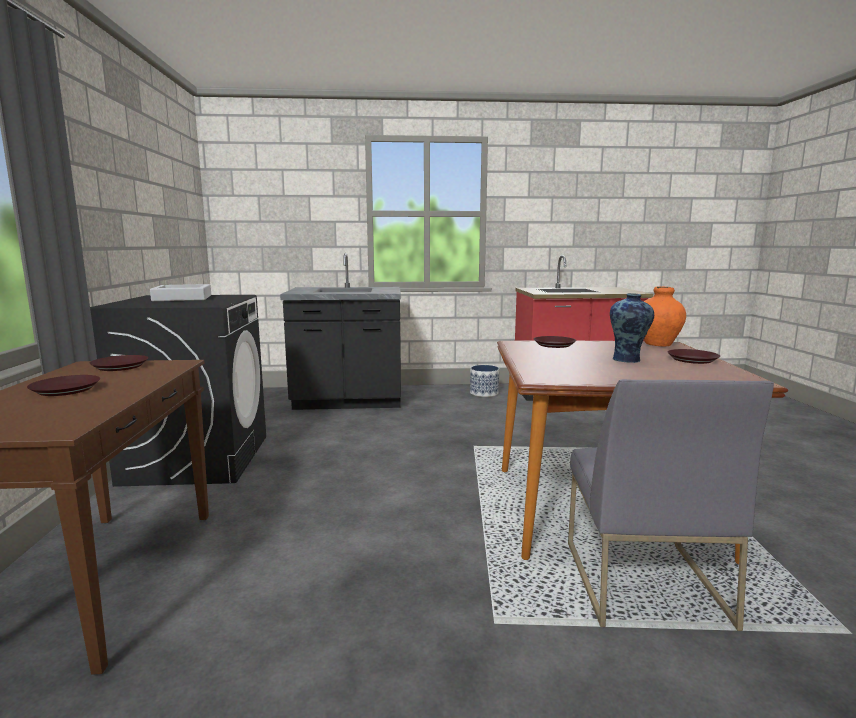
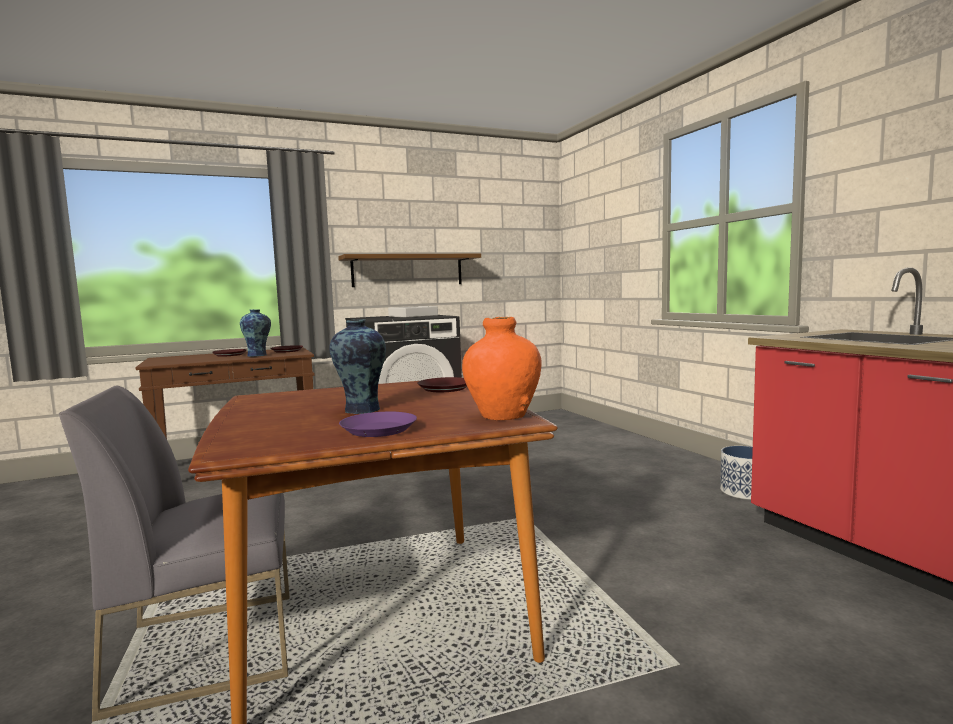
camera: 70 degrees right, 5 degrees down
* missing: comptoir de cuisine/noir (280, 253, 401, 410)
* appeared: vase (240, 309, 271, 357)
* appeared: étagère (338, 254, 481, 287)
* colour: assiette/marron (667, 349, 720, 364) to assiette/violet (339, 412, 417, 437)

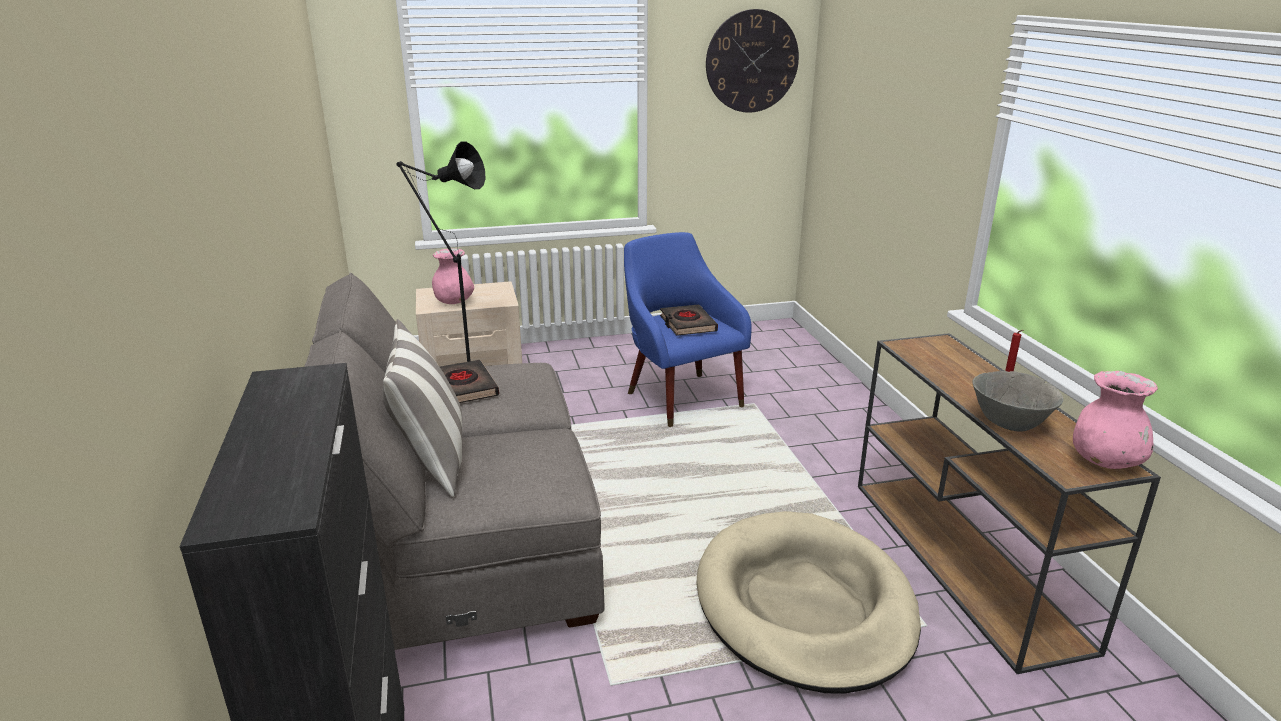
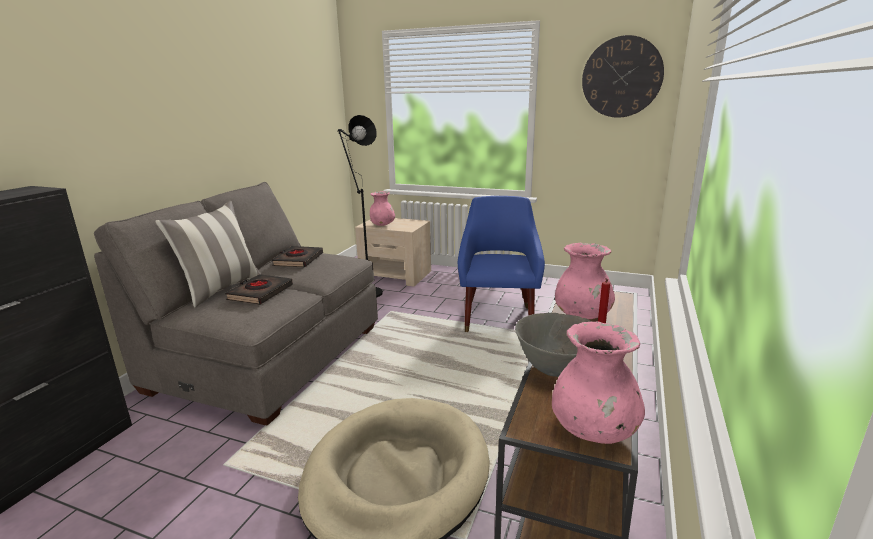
camera: 35 degrees right, 5 degrees down
* appeared: vase/rose (555, 243, 615, 319)
* relocated: livre/noir (660, 305, 718, 336) to (225, 274, 293, 305)

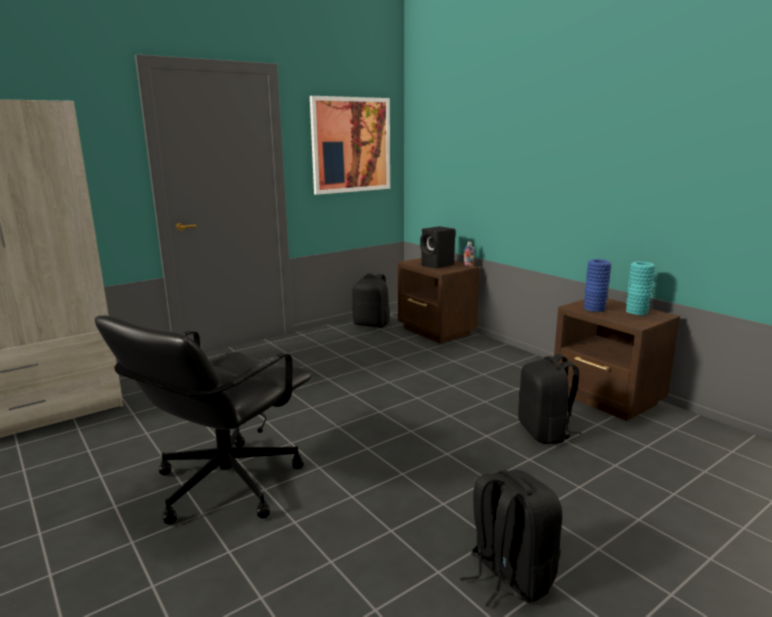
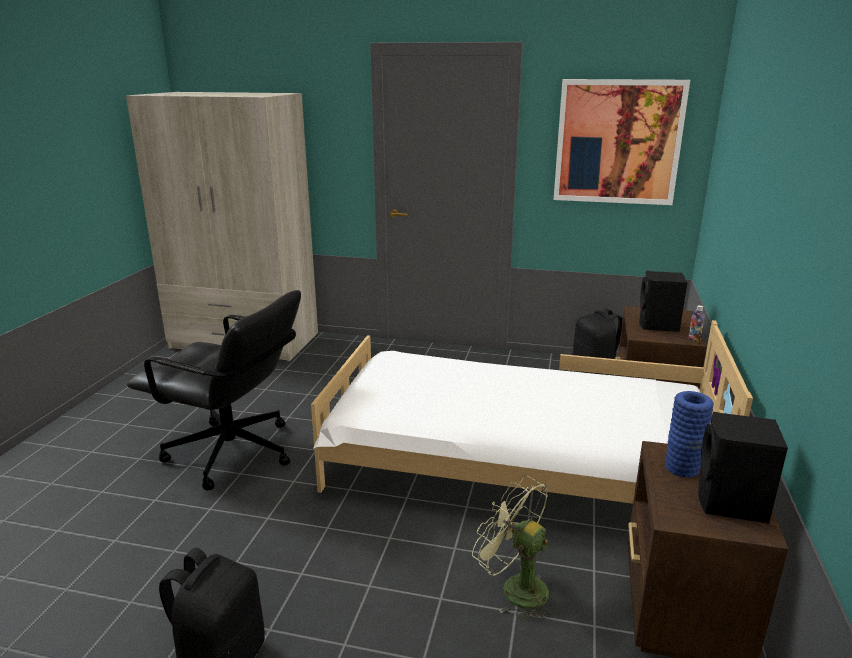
camera: 50 degrees right, 5 degrees up
* appeared: lit/blanc (311, 320, 753, 504)
* exchanged: sac à dos/noir (518, 354, 582, 444) to ventilateur/vert (472, 476, 553, 621)
* exchanged: vase/turquoise (626, 262, 655, 315) to enceinte/noir (698, 412, 788, 524)
* spun: chaise de bureau/noir (95, 315, 312, 525) = (127, 290, 301, 491) 150 degrees counterclockwise

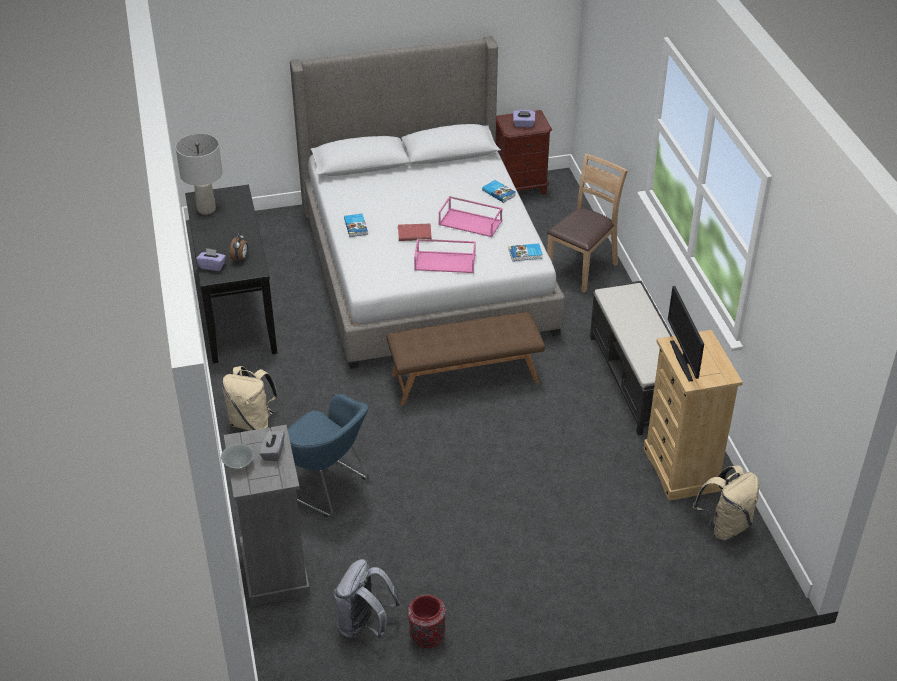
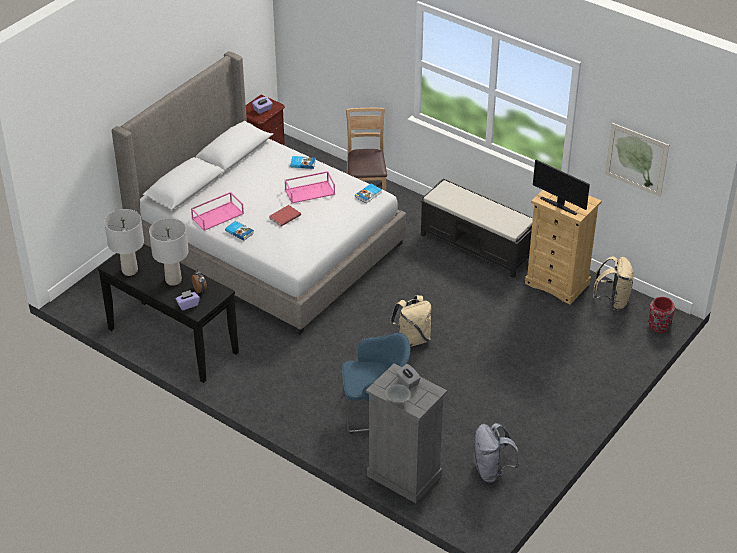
camera: 40 degrees left, 0 degrees up
* missing: banc/marron (386, 312, 545, 406)
* appeared: lampe de table/gris (149, 218, 189, 286)
* appeared: tableau (605, 123, 669, 197)
* relocated: sac à dos/beige (222, 366, 279, 431) to (390, 295, 431, 347)
* relocated: vase/rouge (407, 595, 446, 648) to (648, 297, 675, 333)
* relocated: plateau/rose (414, 239, 476, 273) to (191, 192, 244, 231)

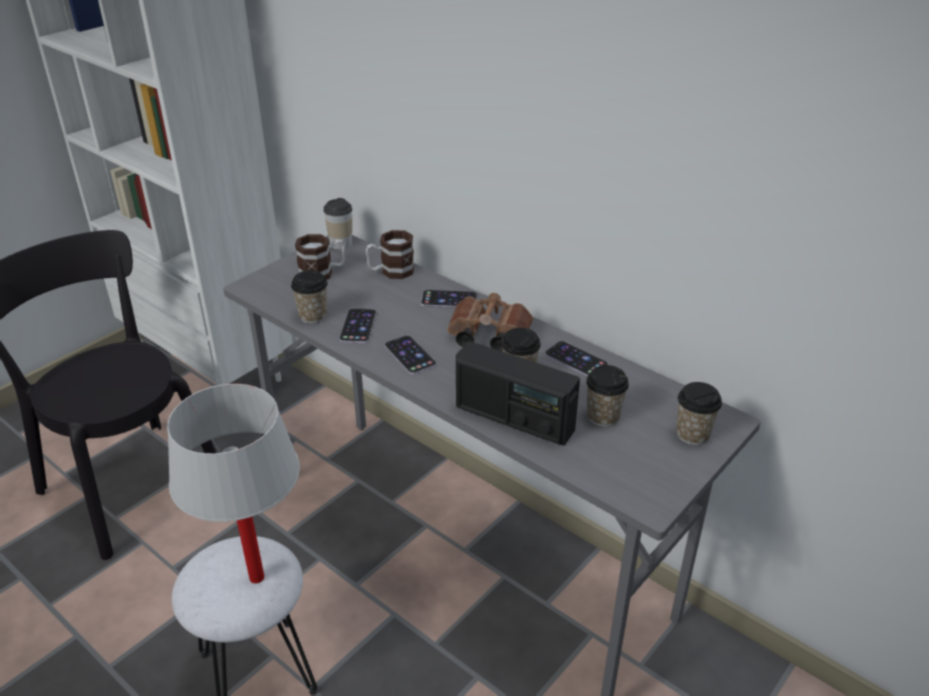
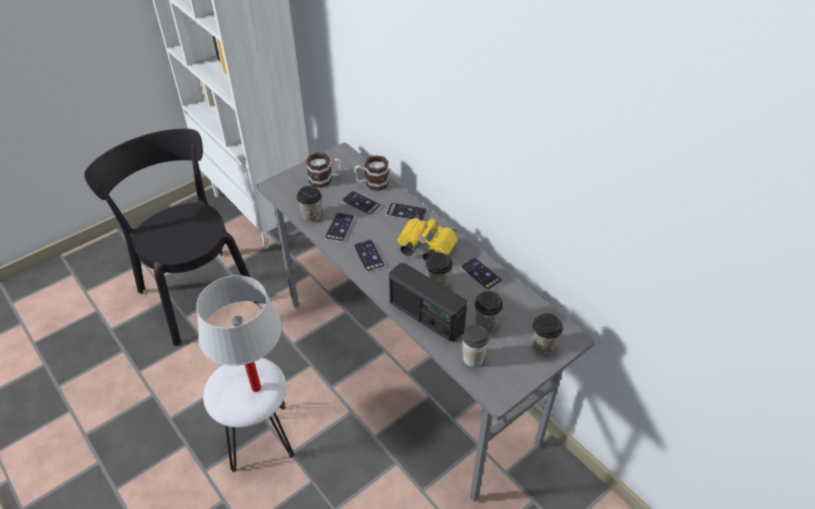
camera: 10 degrees right, 10 degrees up
* appeared: téléphone (342, 191, 381, 215)
* relocated: tasse (323, 198, 352, 250) to (462, 325, 489, 367)
* colour: jumelles/marron (447, 293, 533, 352) to jumelles/jaune (397, 218, 458, 261)

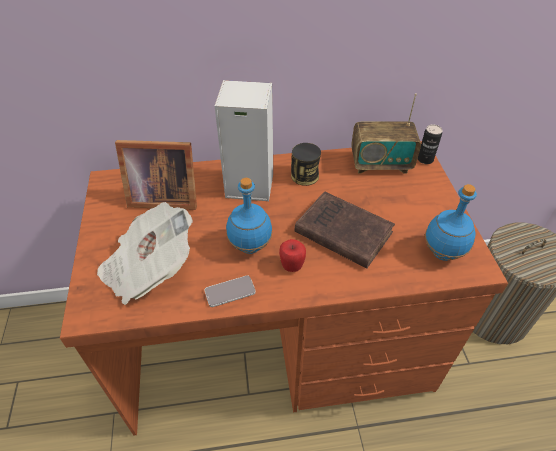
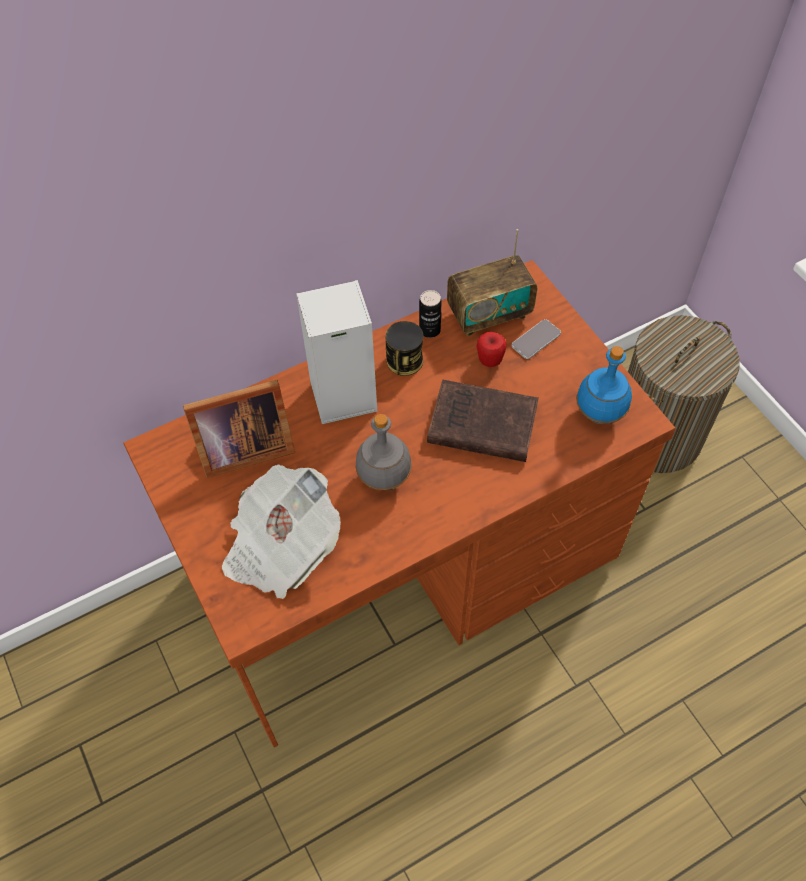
camera: 20 degrees left, 10 degrees up
* relocated: téléphone (205, 275, 256, 307) to (512, 319, 561, 359)
* relocated: pomme (279, 239, 306, 272) to (476, 332, 507, 367)
* relocated: boîte métallique (418, 125, 443, 164) to (419, 290, 442, 338)
* colour: bouteille/bleu (226, 178, 272, 254) to bouteille/gris (355, 414, 412, 490)

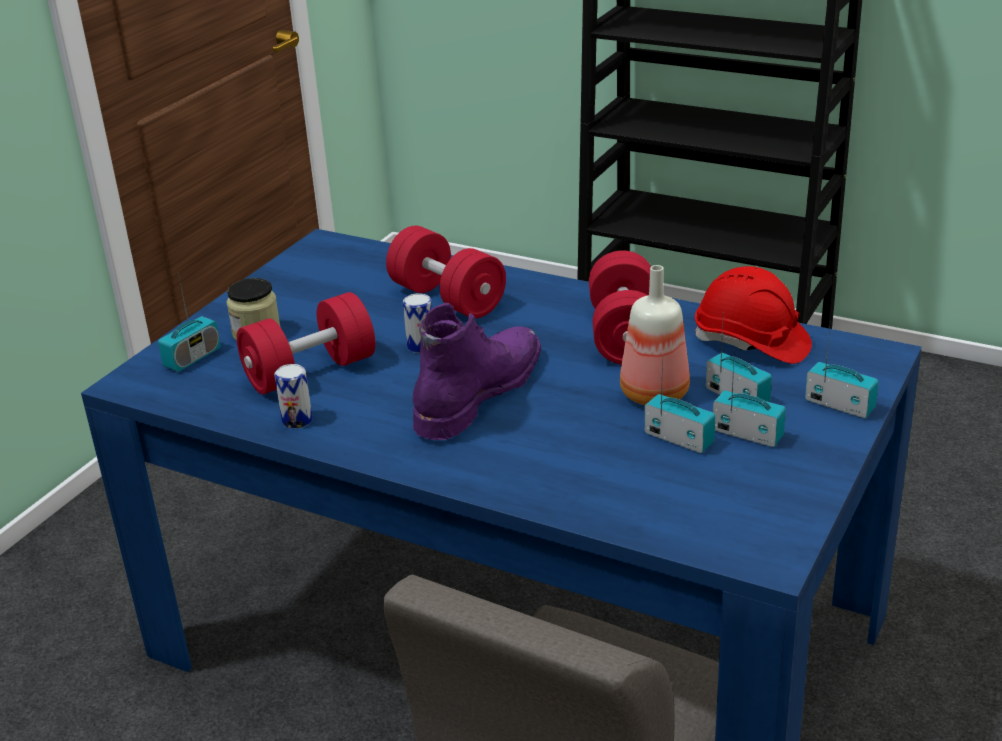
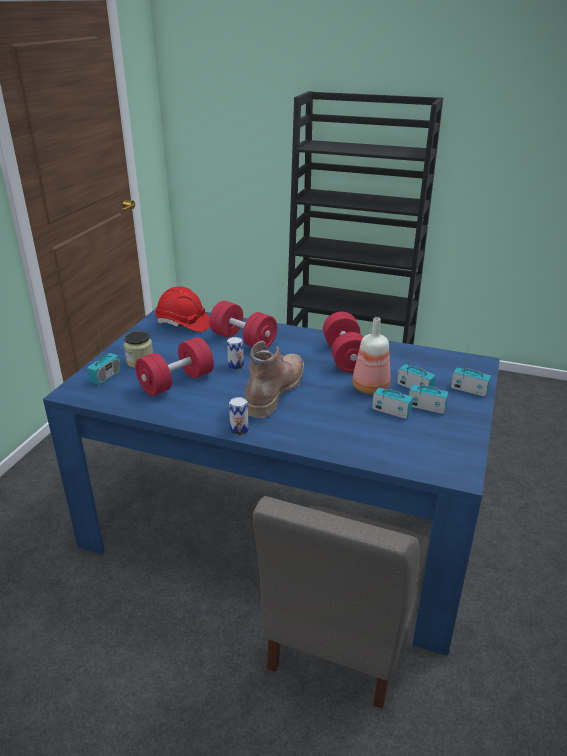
camera: 10 degrees left, 0 degrees up
* relocated: boîte métallique (274, 364, 313, 429) to (229, 397, 249, 436)
* relocated: casque de chantier/rouge (695, 266, 812, 364) to (155, 286, 210, 332)
* colour: botte/violet (413, 303, 541, 440) to botte/marron (245, 341, 305, 418)

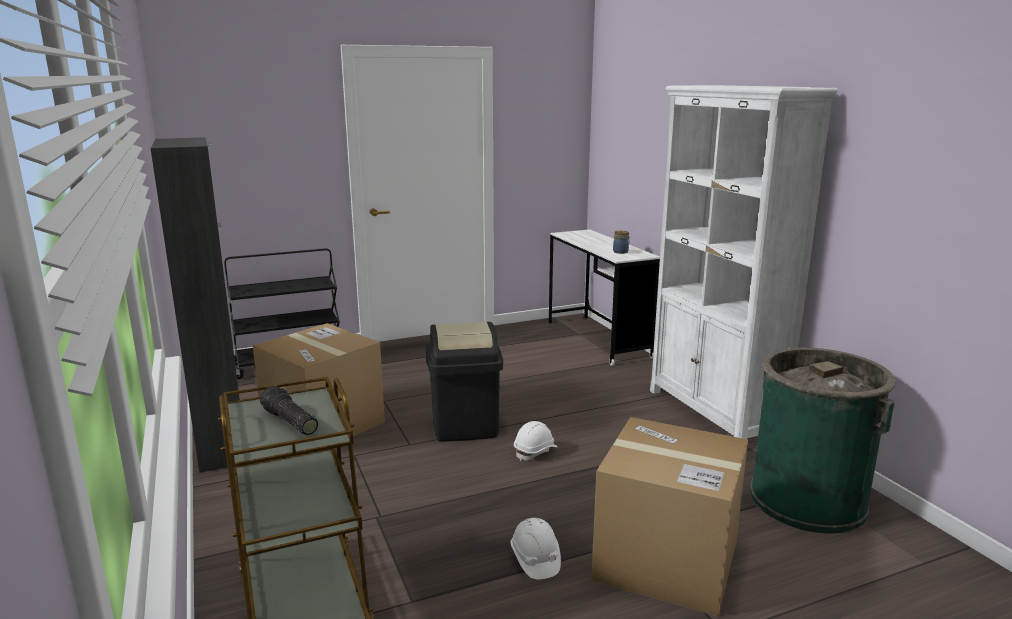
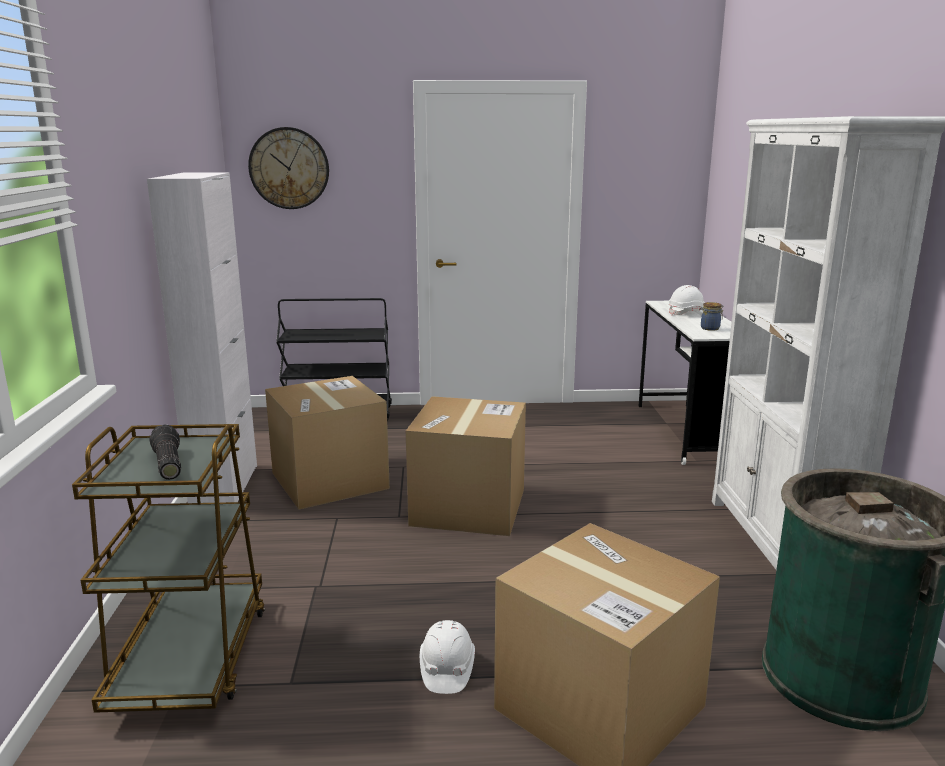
camera: 20 degrees right, 0 degrees up
* appeared: horloge murale (248, 127, 329, 209)
* relocated: casque de chantier/blanc (514, 421, 558, 461) to (668, 285, 705, 316)
* exchanged: poubelle/noir (426, 322, 503, 442) to carton (406, 396, 526, 536)
* colour: meuble de rangement/noir (151, 137, 240, 473) to meuble de rangement/blanc (147, 172, 257, 503)

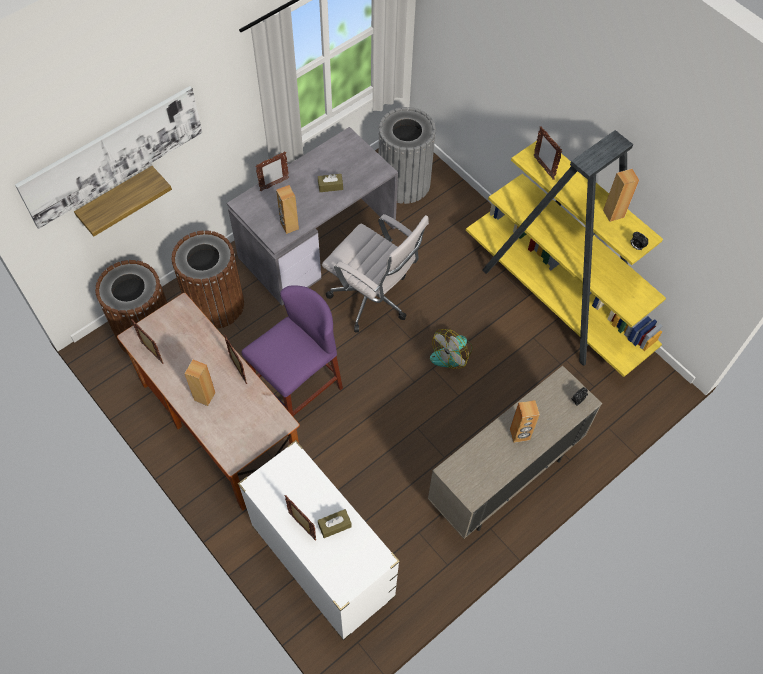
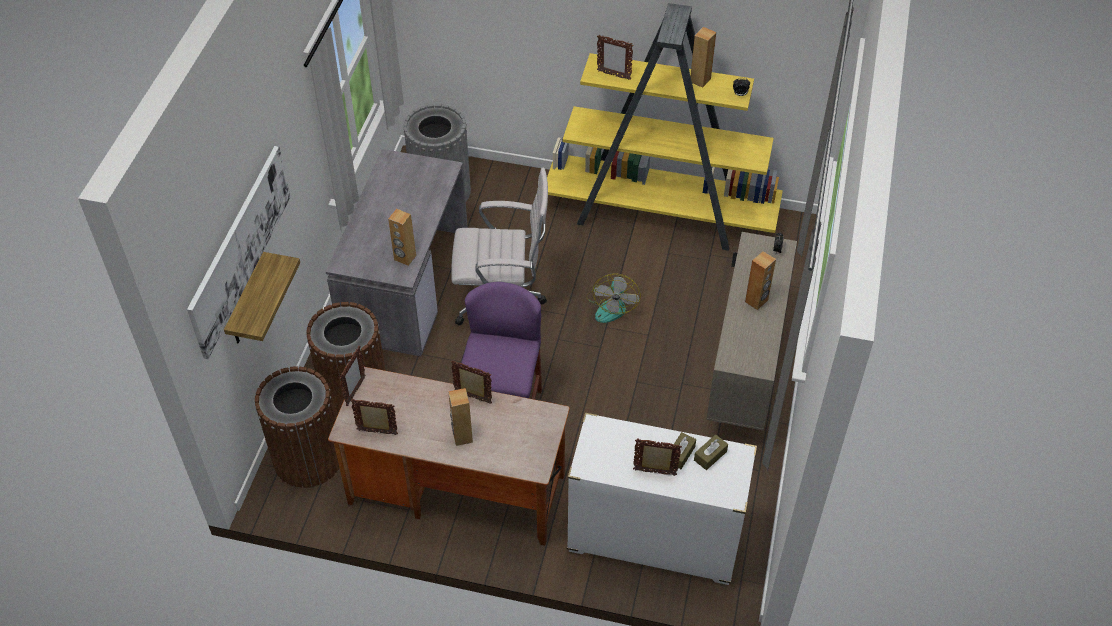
camera: 35 degrees left, 10 degrees down
* relocated: cadre photo (255, 151, 289, 191) to (340, 346, 366, 406)
* relocated: boîte à mouchoirs/marron (318, 174, 343, 192) to (694, 434, 728, 470)

